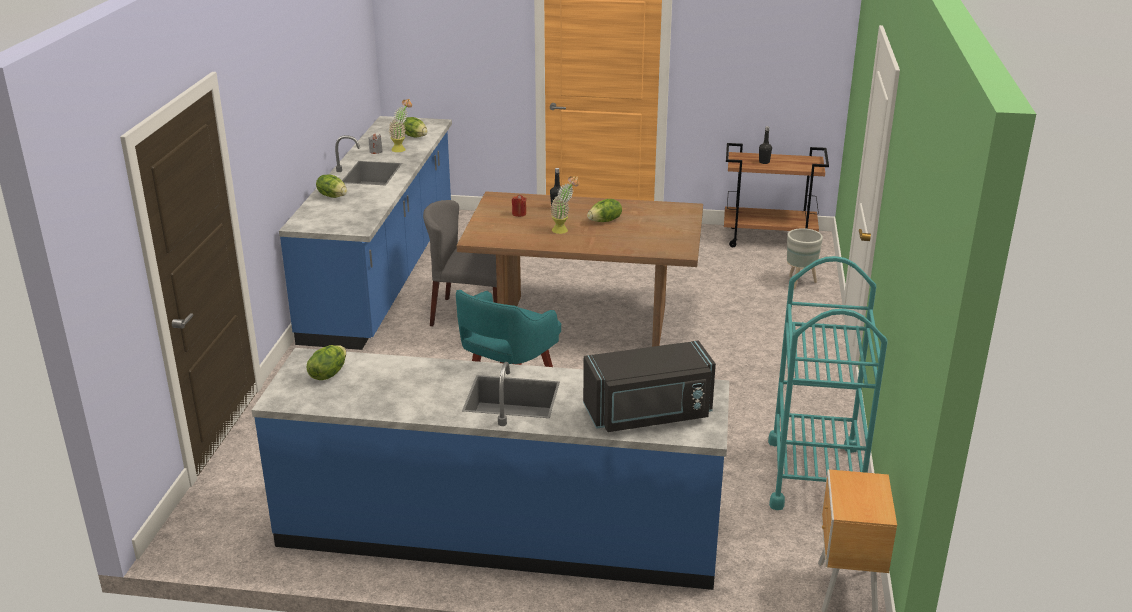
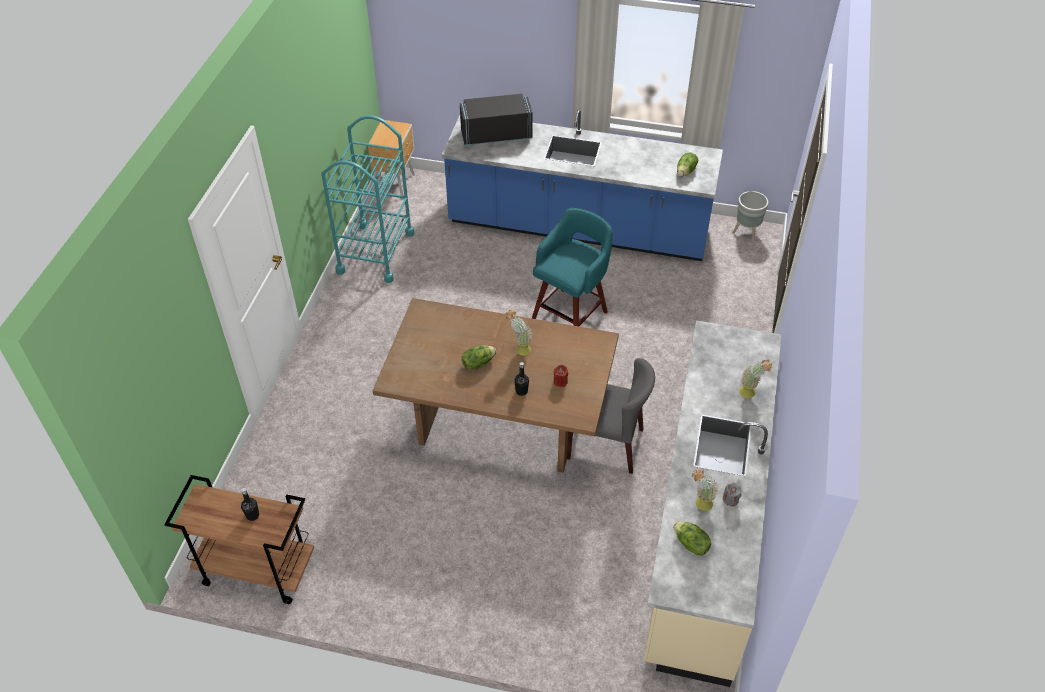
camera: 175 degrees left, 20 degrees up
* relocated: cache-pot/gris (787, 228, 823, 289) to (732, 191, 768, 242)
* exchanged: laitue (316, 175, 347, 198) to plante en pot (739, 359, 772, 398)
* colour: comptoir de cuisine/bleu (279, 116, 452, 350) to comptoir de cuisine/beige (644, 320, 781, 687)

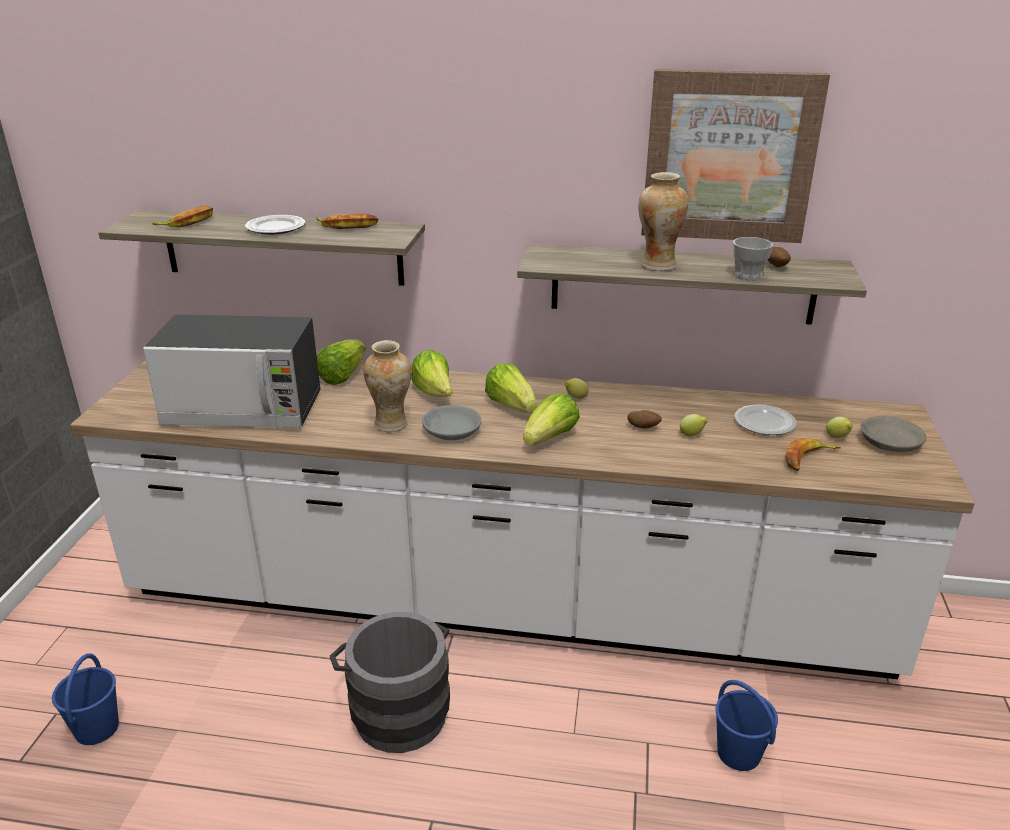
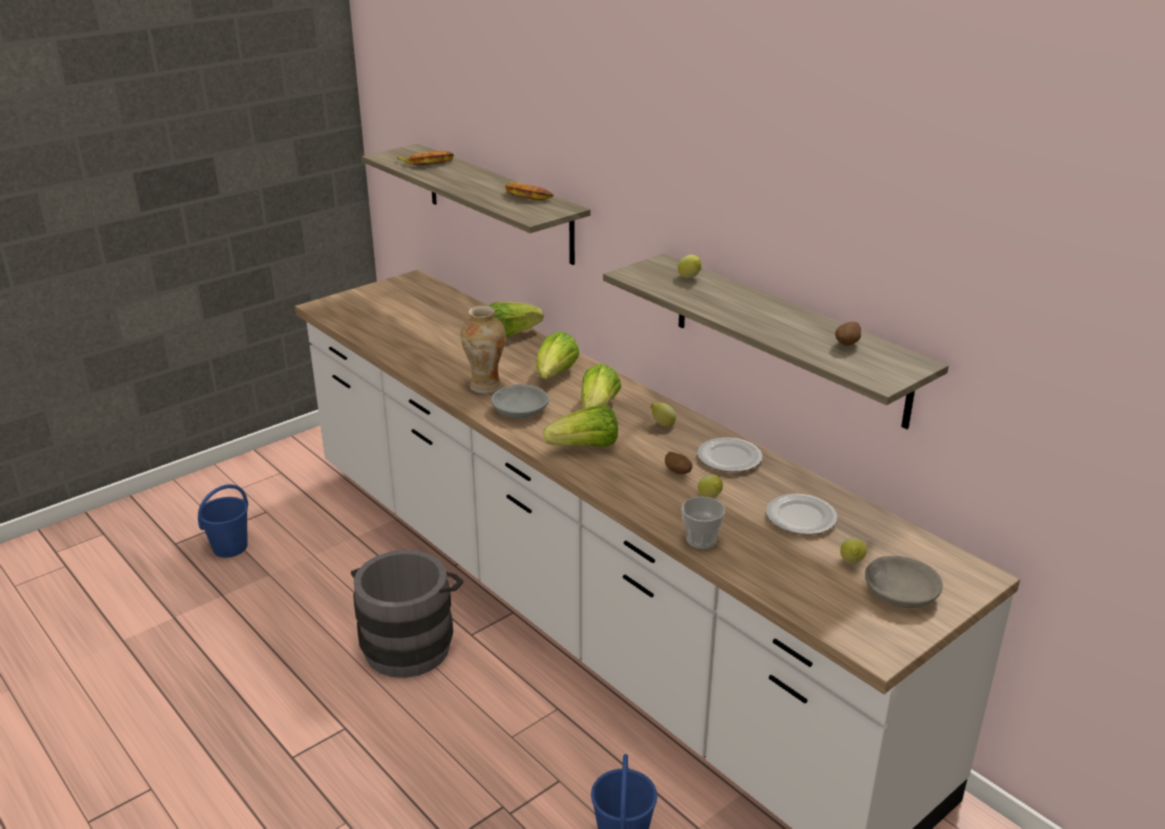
camera: 40 degrees right, 0 degrees up
* missing: micro-ondes (143, 315, 321, 428)
* missing: vase (638, 172, 688, 271)
* missing: tableau (641, 69, 830, 243)
* missing: banane (786, 438, 841, 471)
* appeared: citron (678, 255, 702, 278)
* relocated: assiette (245, 215, 305, 235) to (697, 437, 762, 472)
* relocated: tasse (733, 237, 773, 280) to (681, 497, 725, 549)

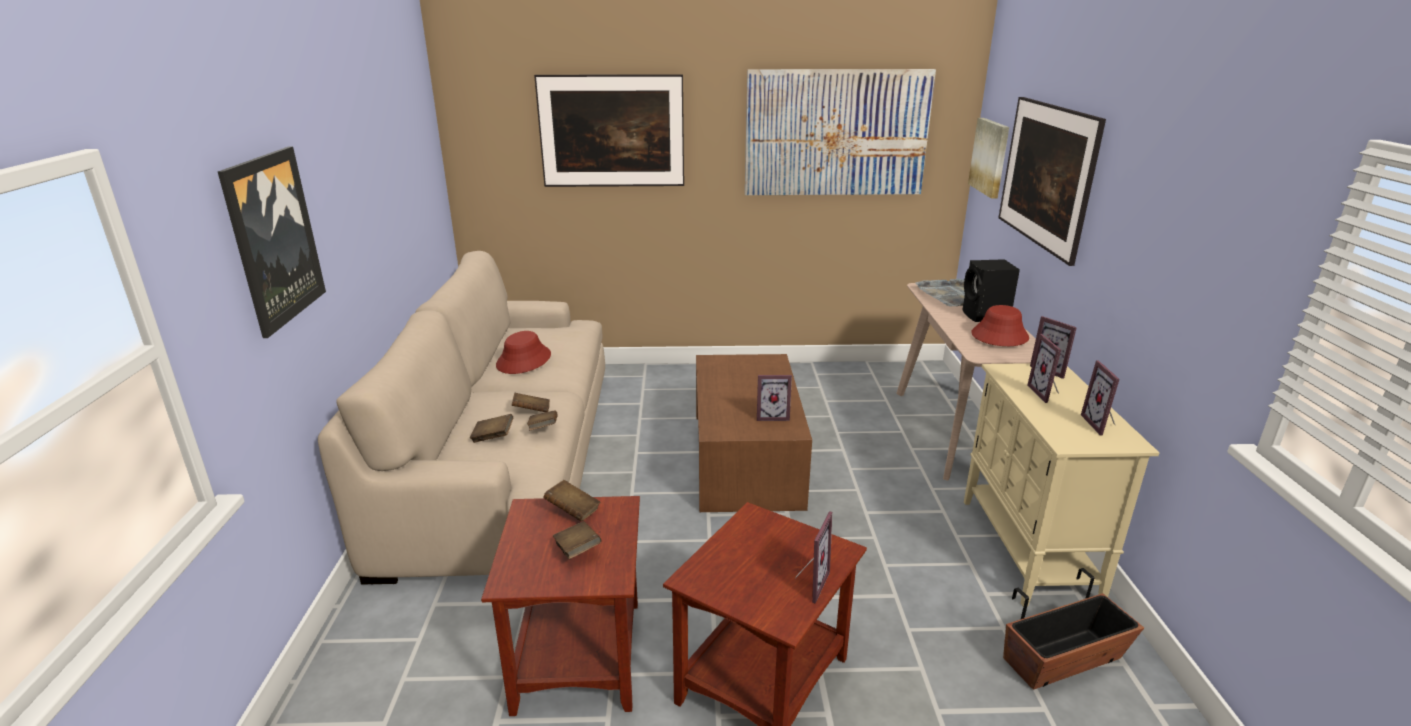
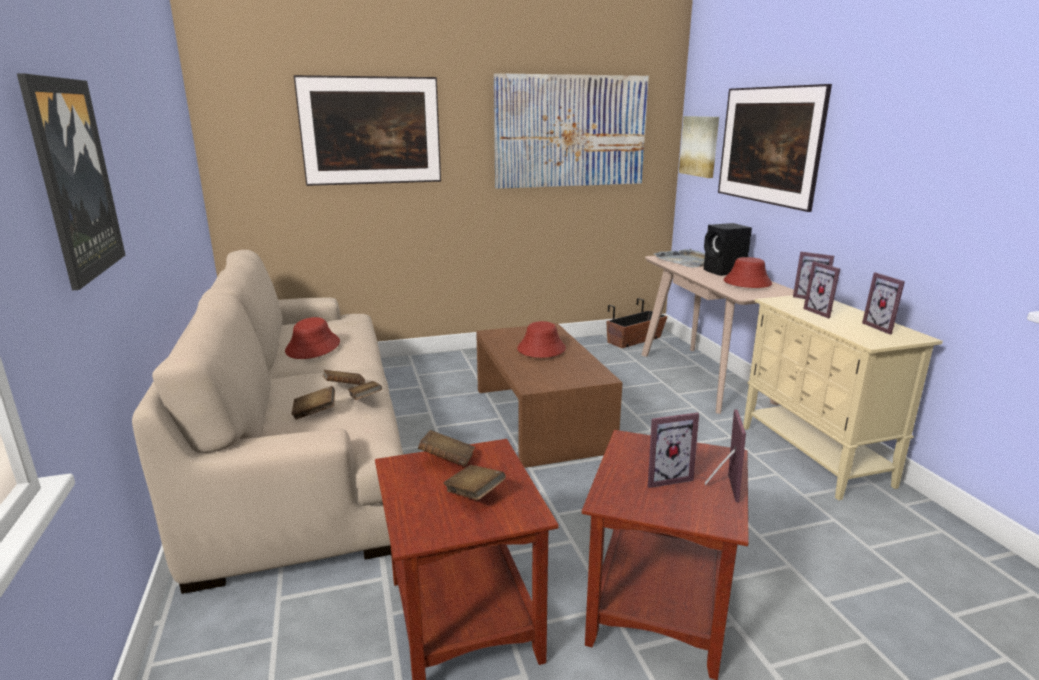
camera: 15 degrees left, 5 degrees down
* appeared: chapeau/rouge (517, 321, 566, 358)
* relocated: cadre photo (757, 375, 792, 421) to (648, 412, 699, 488)
* relocated: cache-pot (1003, 568, 1144, 690) to (606, 298, 667, 348)

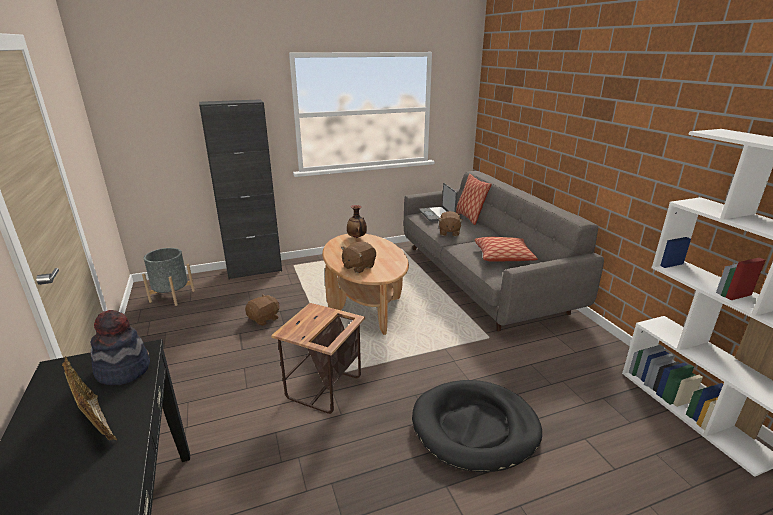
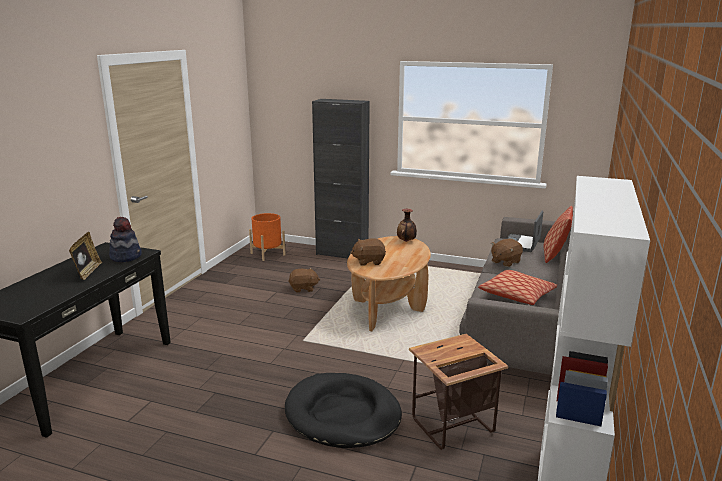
camera: 40 degrees right, 5 degrees down
* relocated: table d'appoint (271, 303, 365, 414) to (409, 334, 508, 450)
* colour: cache-pot/gris (142, 248, 195, 306) to cache-pot/orange (249, 213, 286, 261)

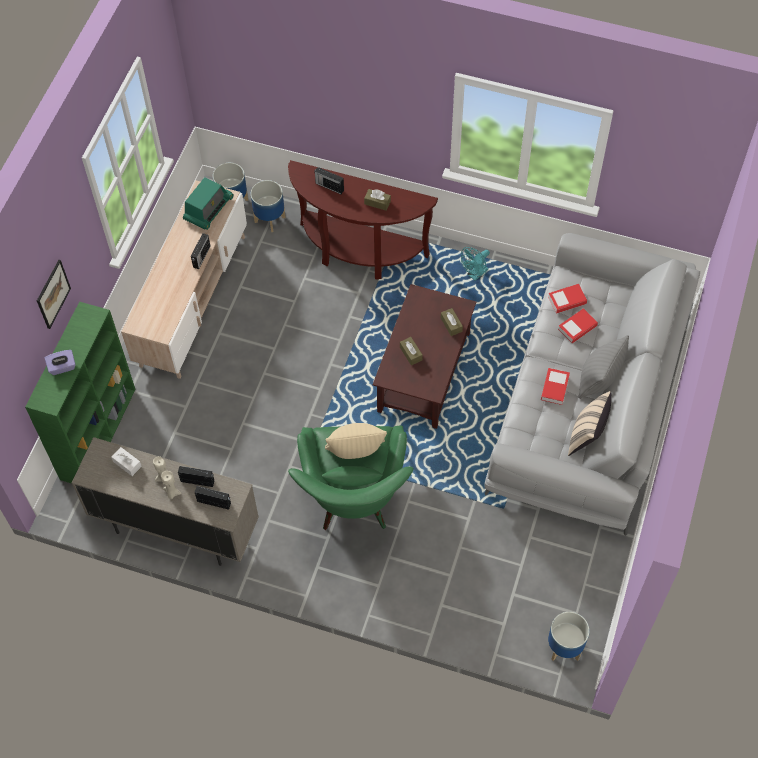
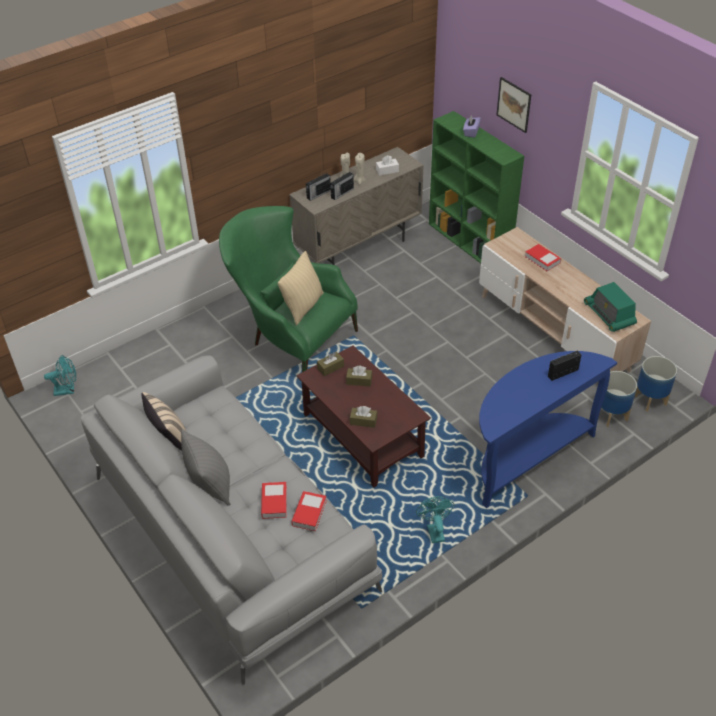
camera: 125 degrees right, 15 degrees down
* missing: radio (191, 233, 211, 269)
* relocated: boîte à mouchoirs/marron (364, 189, 391, 211) to (317, 352, 344, 376)
* relocated: livre (541, 368, 570, 405) to (525, 244, 561, 271)
* exchanged: cache-pot (548, 612, 589, 661) to ventilateur/turquoise (44, 355, 76, 396)
* colour: table console/marron (288, 160, 438, 279) to table console/bleu (479, 351, 617, 508)

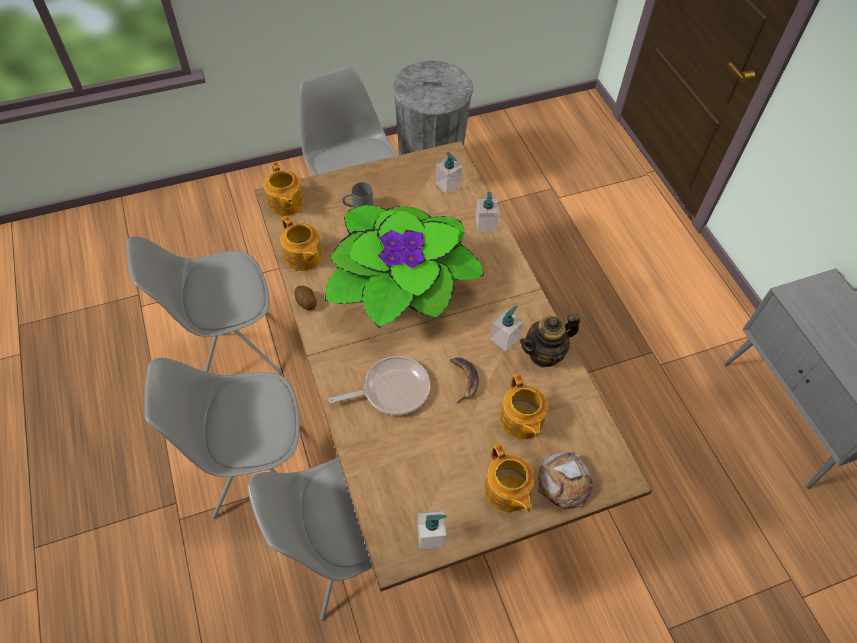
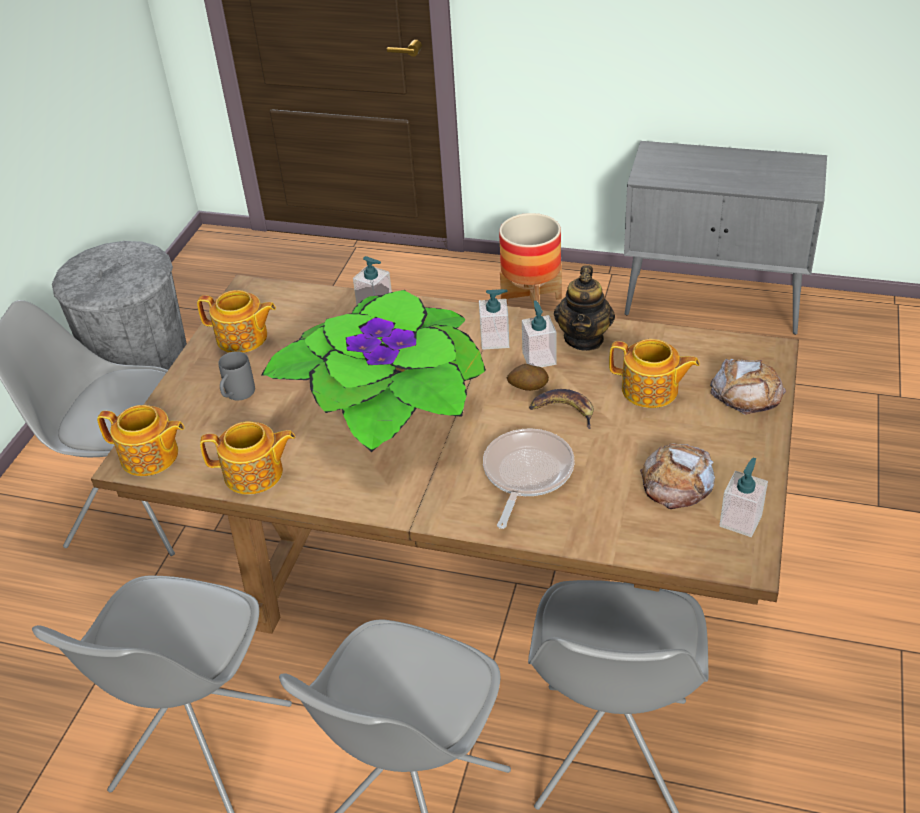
camera: 50 degrees left, 15 degrees down
* appeared: cache-pot (499, 213, 562, 309)
* appeared: pain (640, 443, 715, 509)
* relocated: pomme de terre (294, 286, 317, 310) to (507, 364, 549, 391)
* relocated: distributeur de savon (435, 152, 462, 194) to (479, 289, 509, 350)
* relocated: théière (484, 443, 535, 512) to (197, 290, 276, 353)

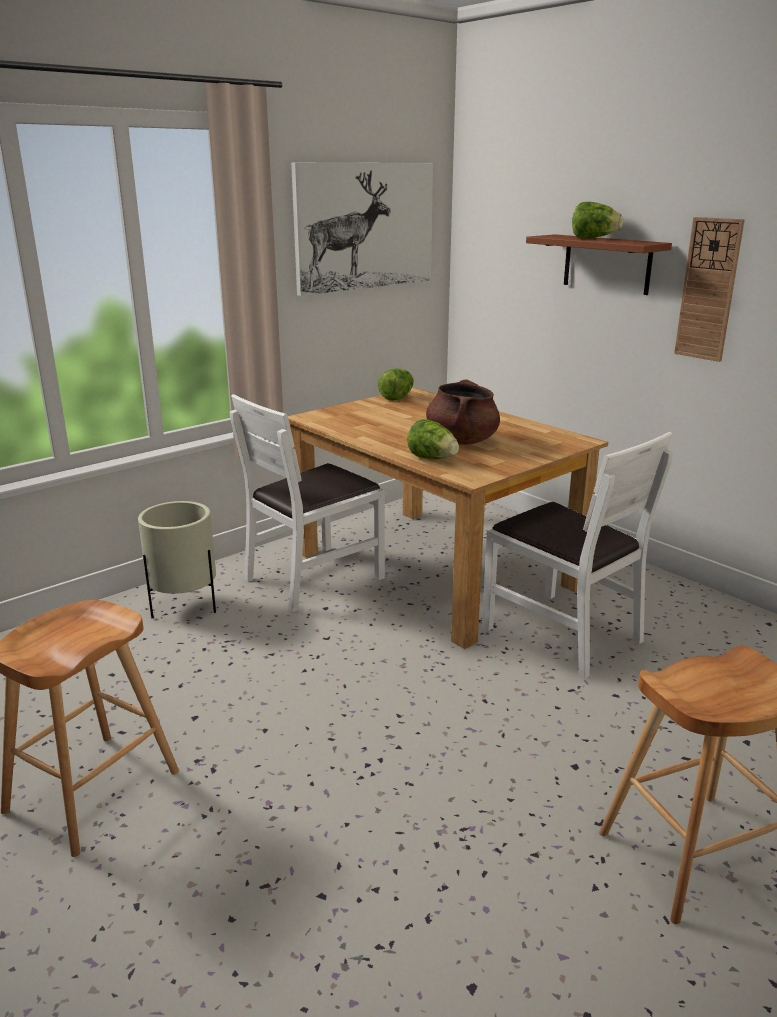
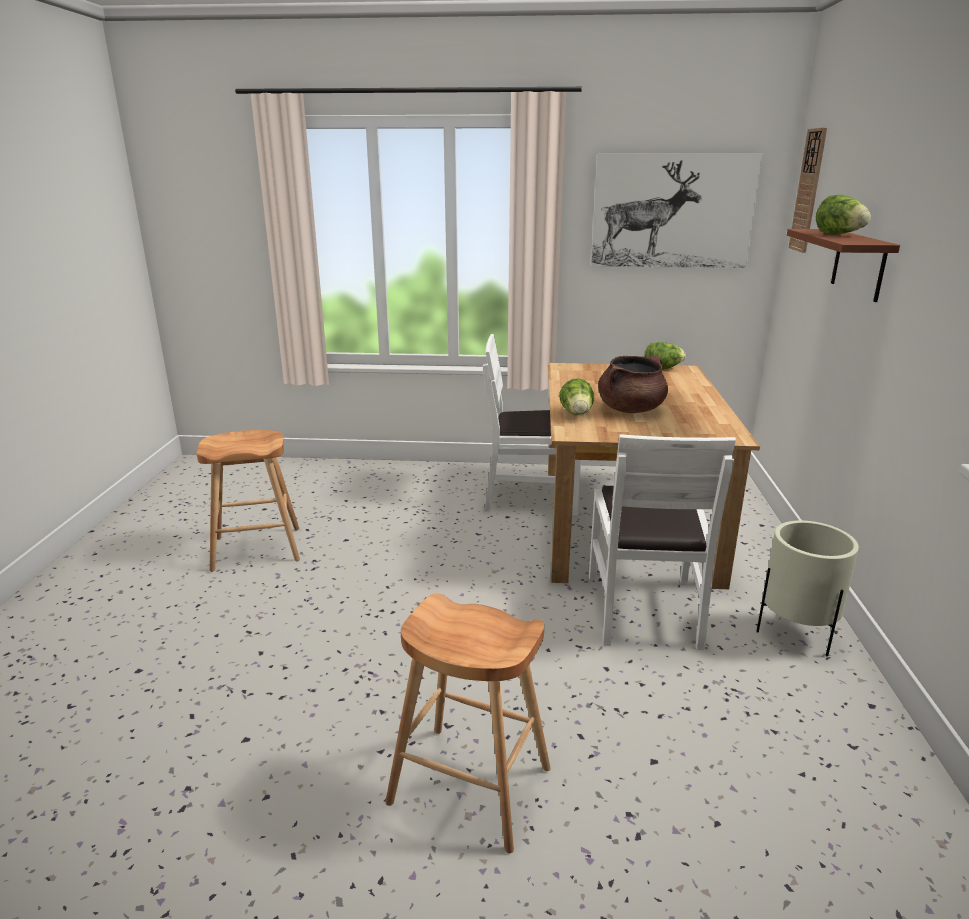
camera: 45 degrees right, 0 degrees up
* relocated: cache-pot/beige (138, 501, 216, 618) to (756, 521, 859, 657)
* relocated: horloge murale (674, 217, 745, 362) to (789, 127, 827, 253)

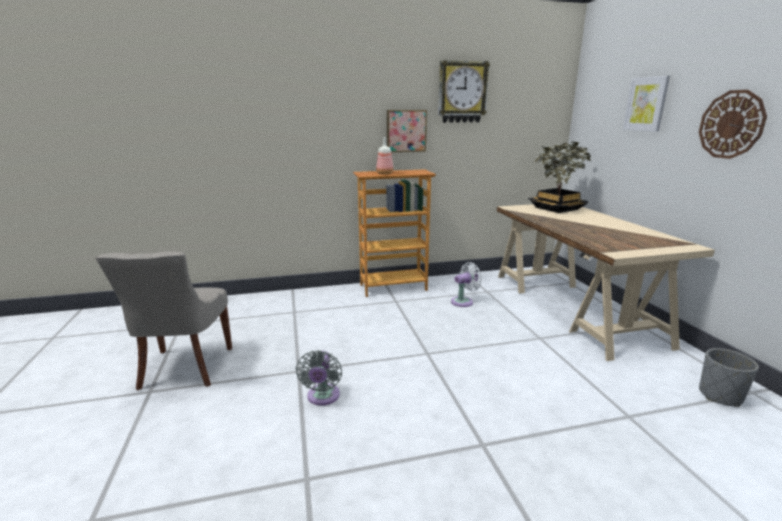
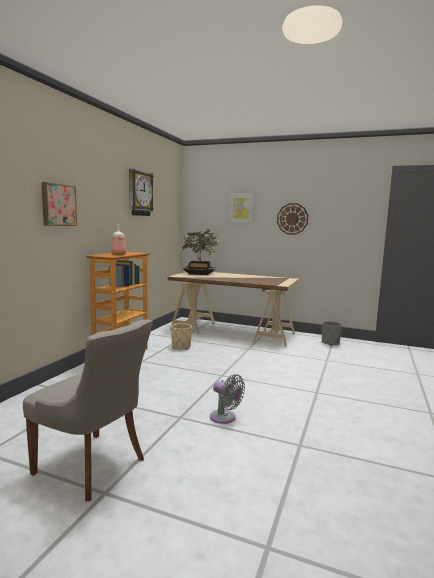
camera: 55 degrees left, 10 degrees down
* relocated: tableau (387, 110, 427, 152) to (42, 182, 77, 226)
* exchanged: ventilateur/blanc (451, 262, 482, 307) to cache-pot/beige (171, 323, 192, 350)

